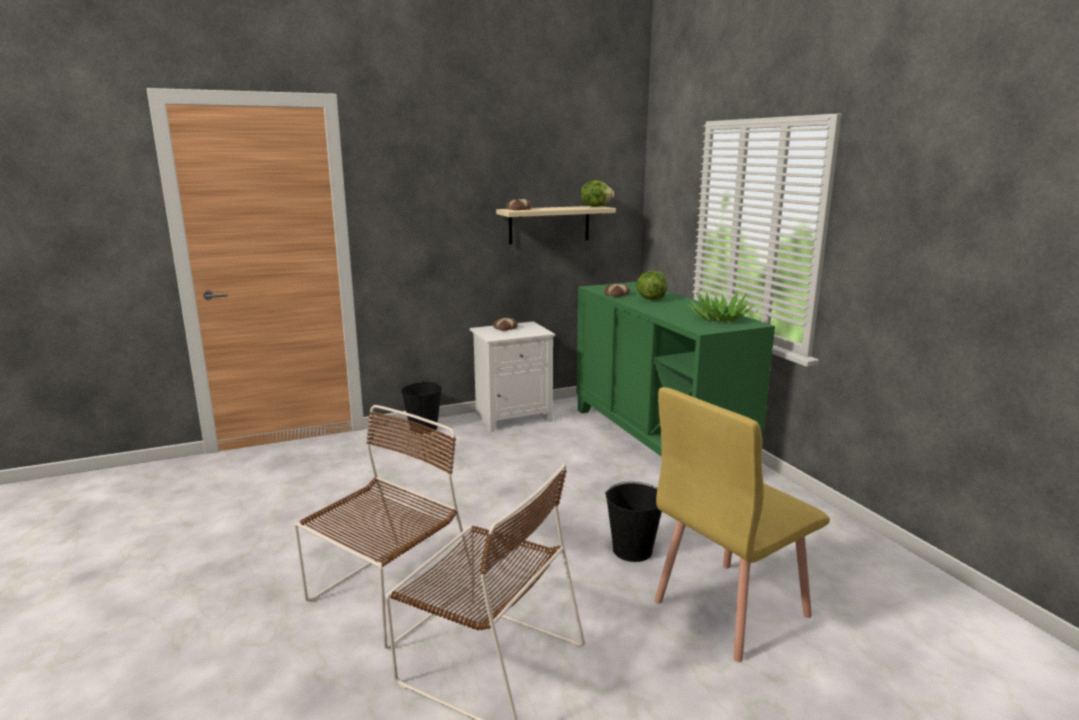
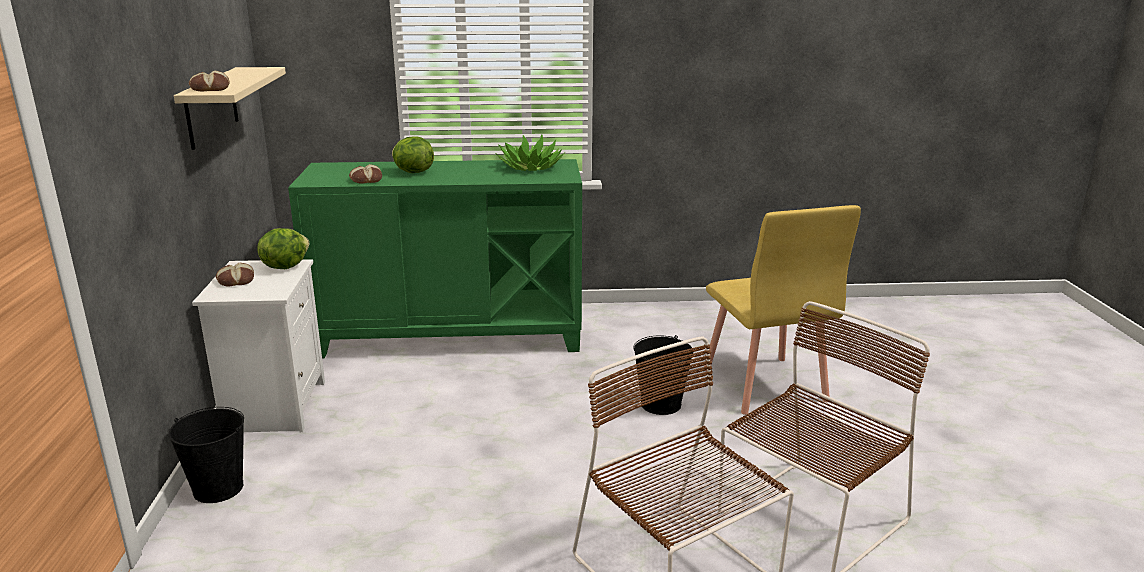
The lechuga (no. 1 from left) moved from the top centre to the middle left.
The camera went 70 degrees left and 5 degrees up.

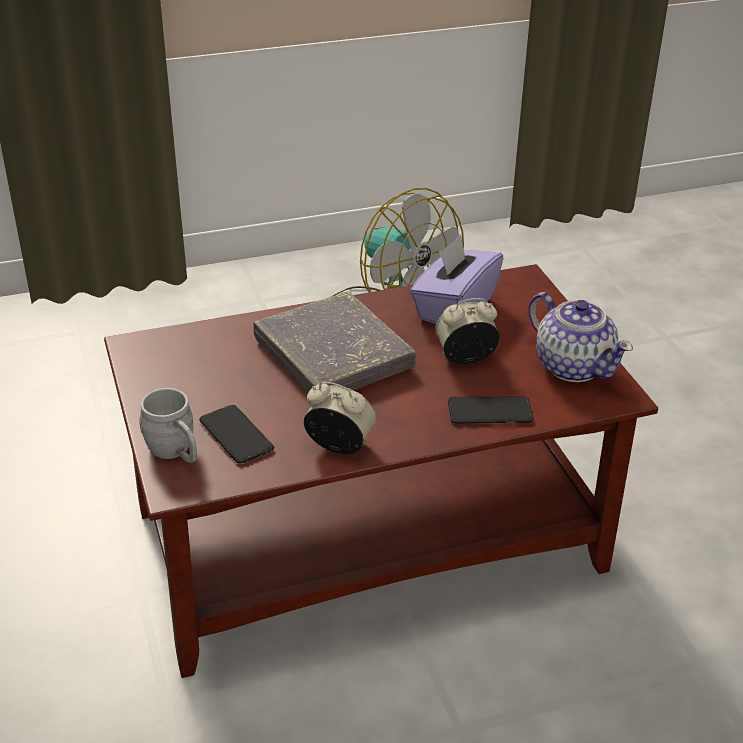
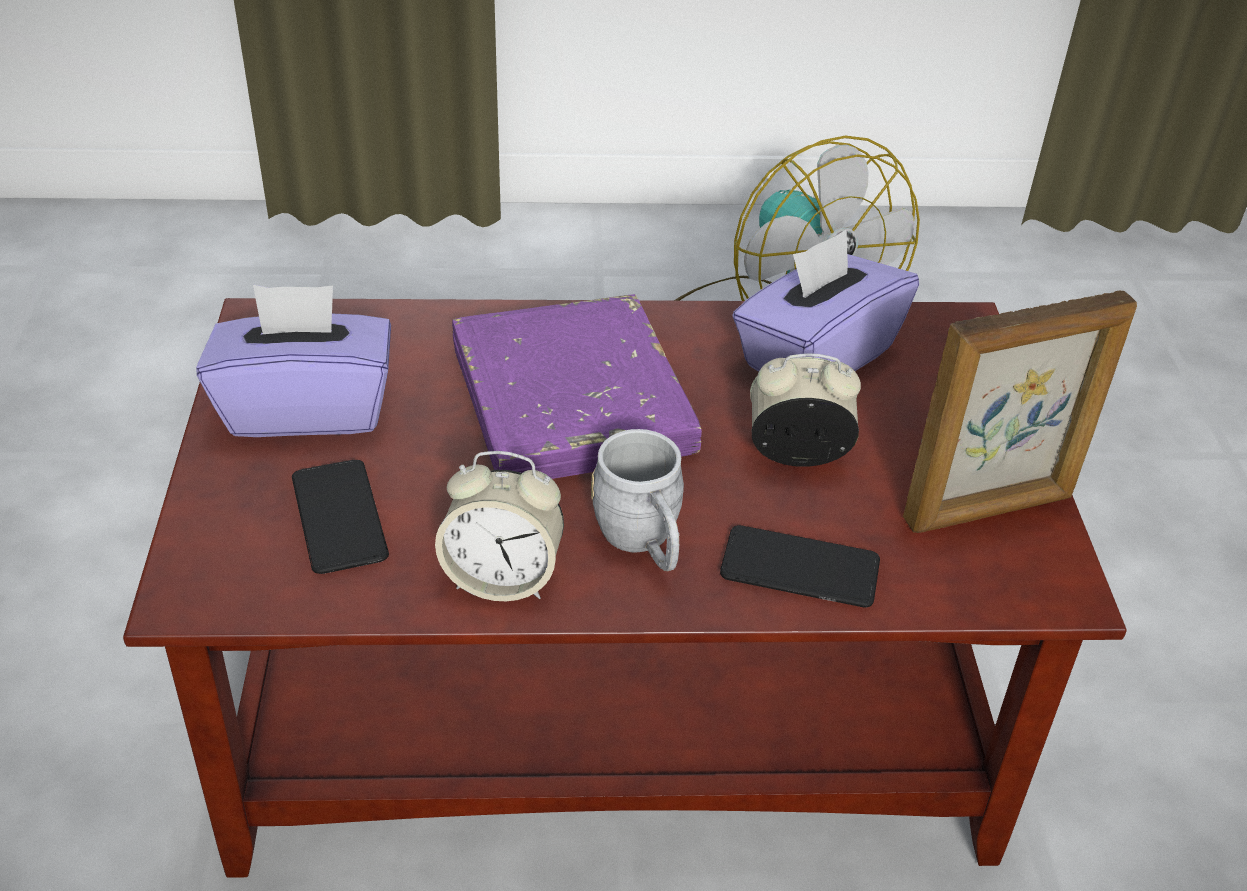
The taza grande [gris] moved from the middle left to the centre.
The libro [gris] at the centre became the libro [morado] at the centre.
The despertador (no. 1 from left) at the centre turned 150 degrees clockwise.
The tetera at the middle right was replaced by the portarretratos at the middle right.
The caja de pañuelos [morado] (no. 1 from left) at the middle left appeared.
The camera went 15 degrees right and 5 degrees up.

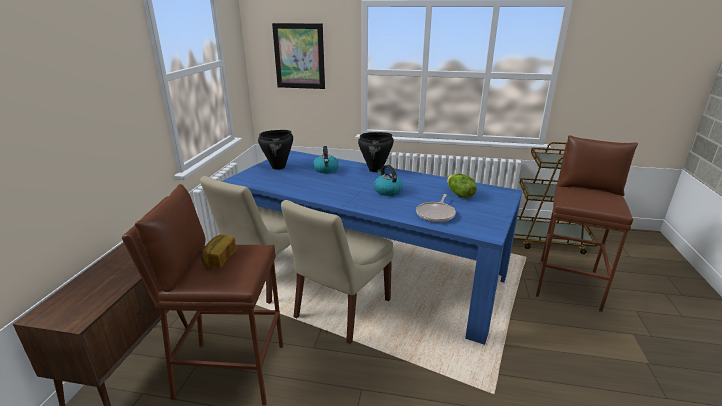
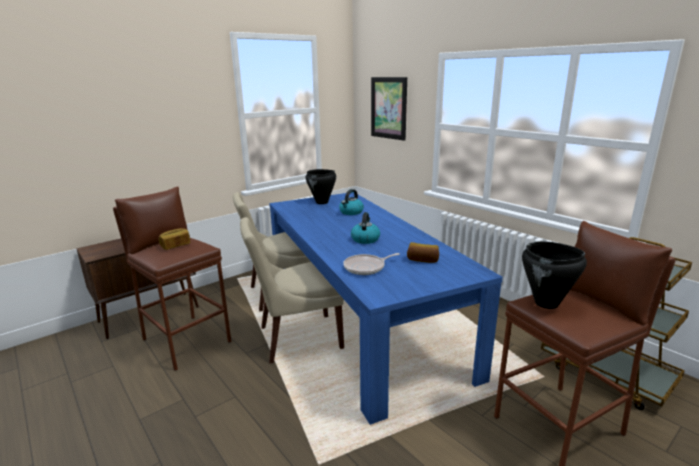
The olla [negro] (no. 2 from left) moved from the centre to the middle right.
The lechuga at the centre was replaced by the pan (no. 2 from left) at the centre.
The camera went 40 degrees right and 5 degrees down.

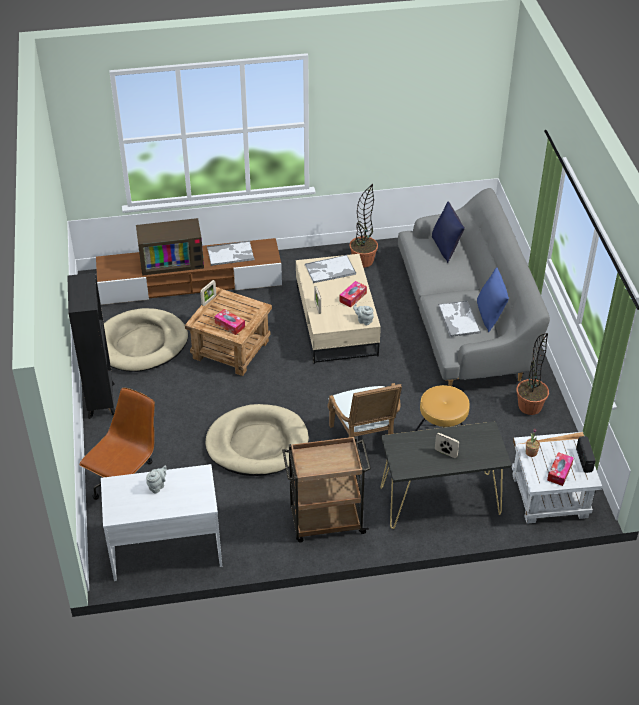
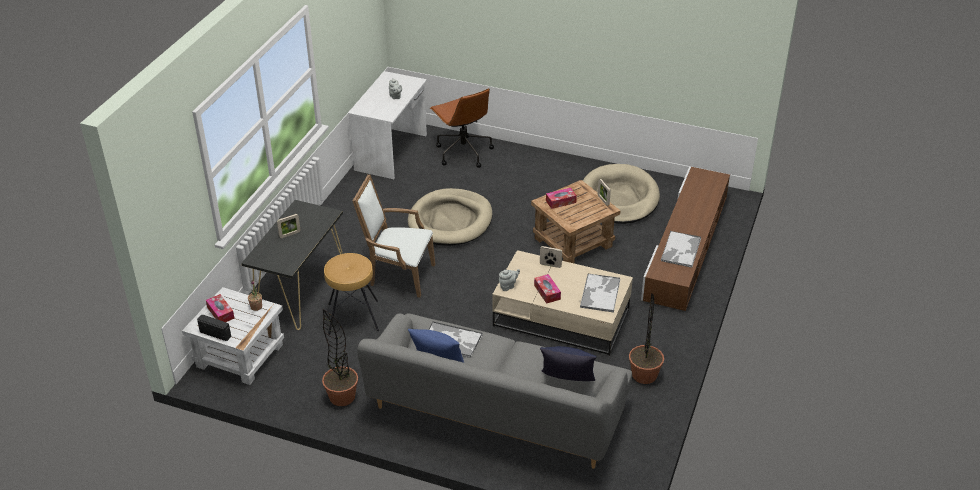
The estantería [negro] at the middle left disappeared.
The televisor at the middle left disappeared.
The carrito [marrón] at the bottom centre disappeared.
The camera went 120 degrees right and 5 degrees down.

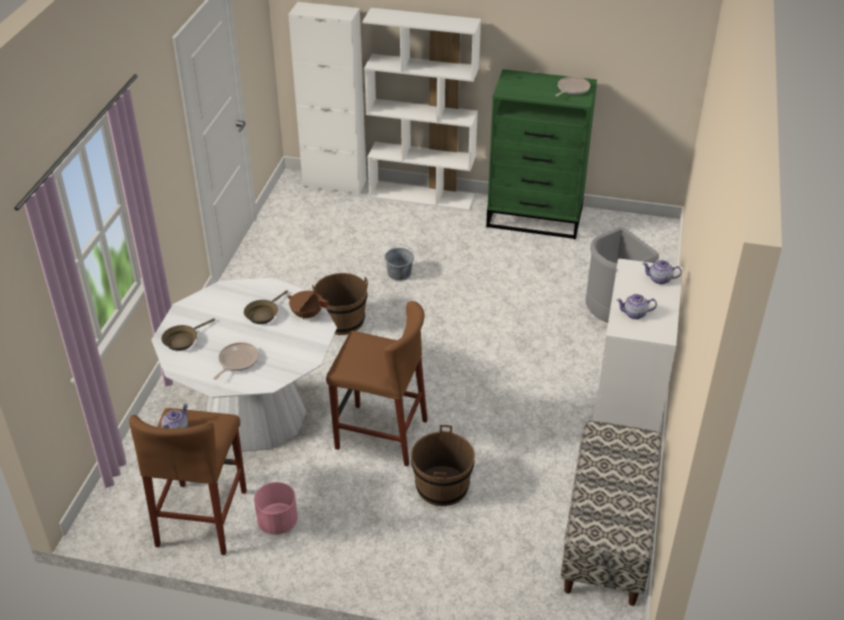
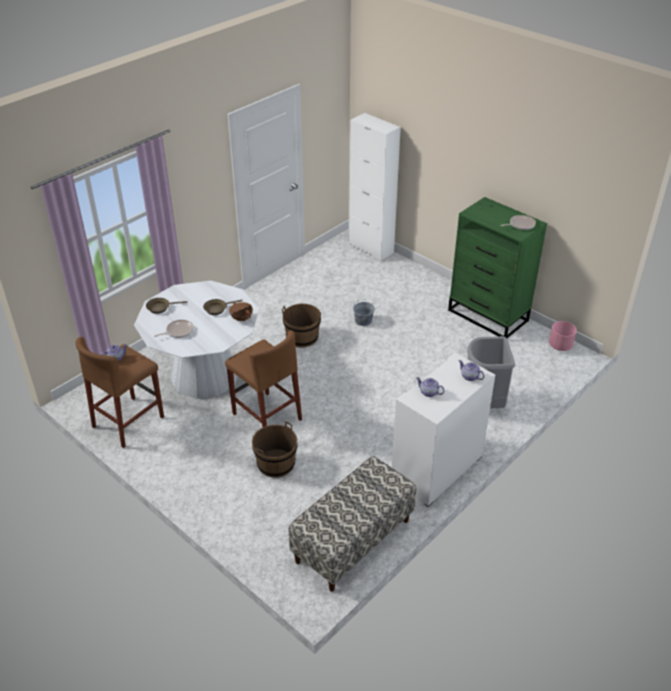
The maceta [rosa] moved from the bottom left to the middle right.
The estantería [blanco] at the top centre disappeared.
The camera went 30 degrees right and 0 degrees up.

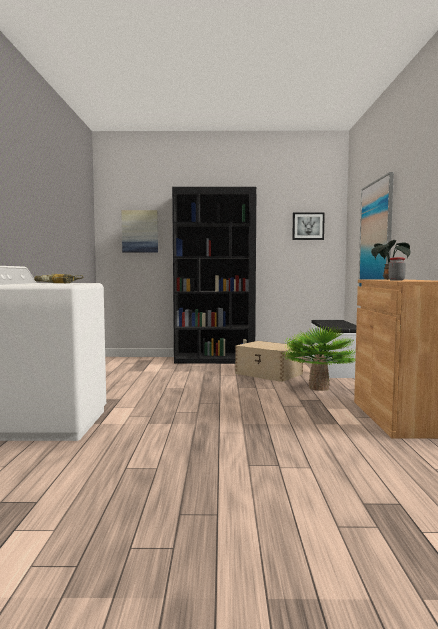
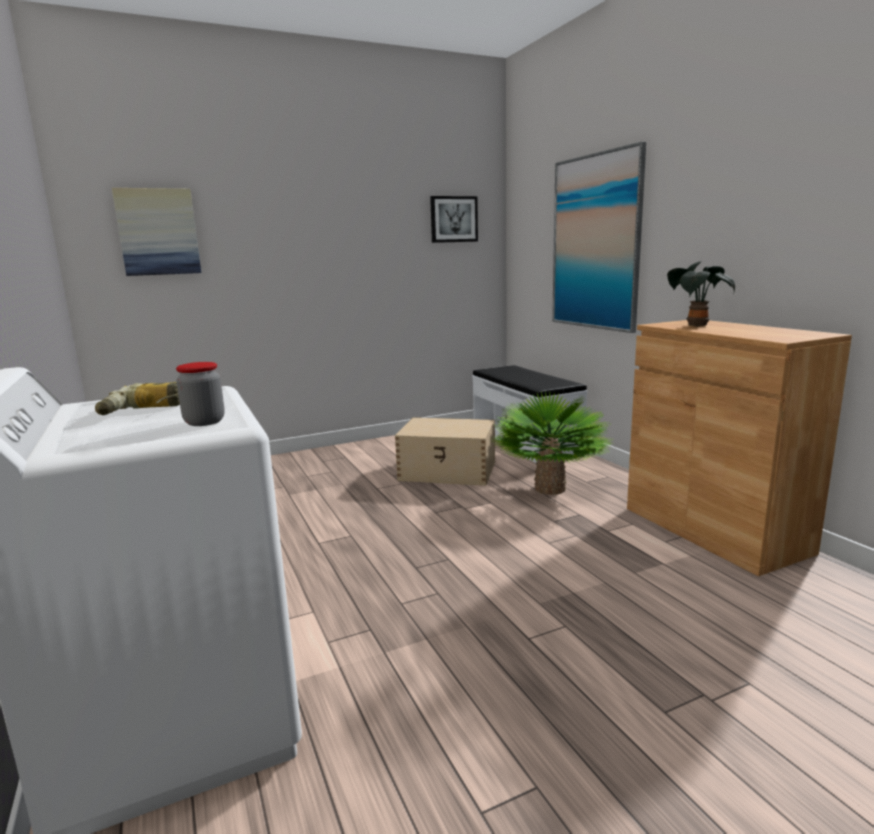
The estantería [negro] at the centre disappeared.
The tarro moved from the middle right to the middle left.
The camera went 25 degrees left and 10 degrees up.

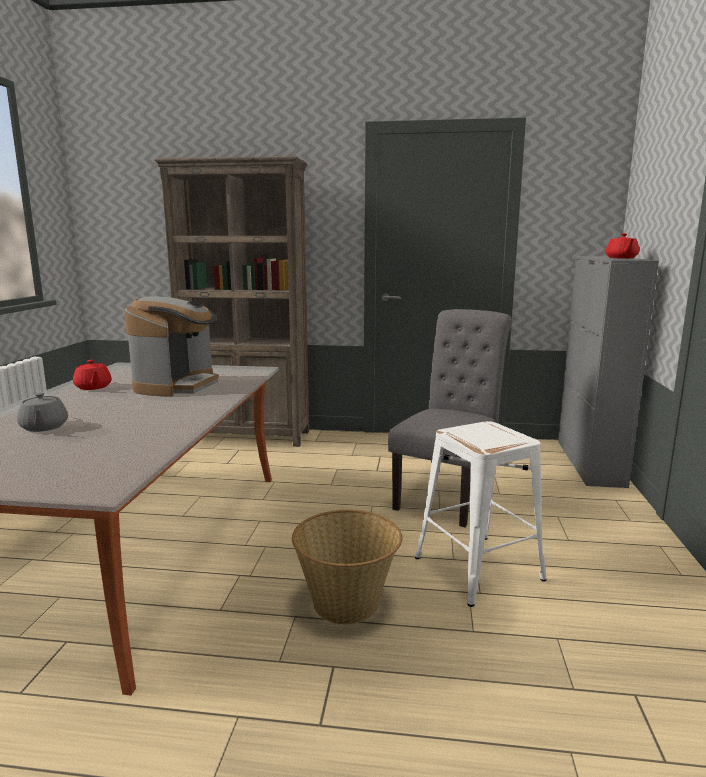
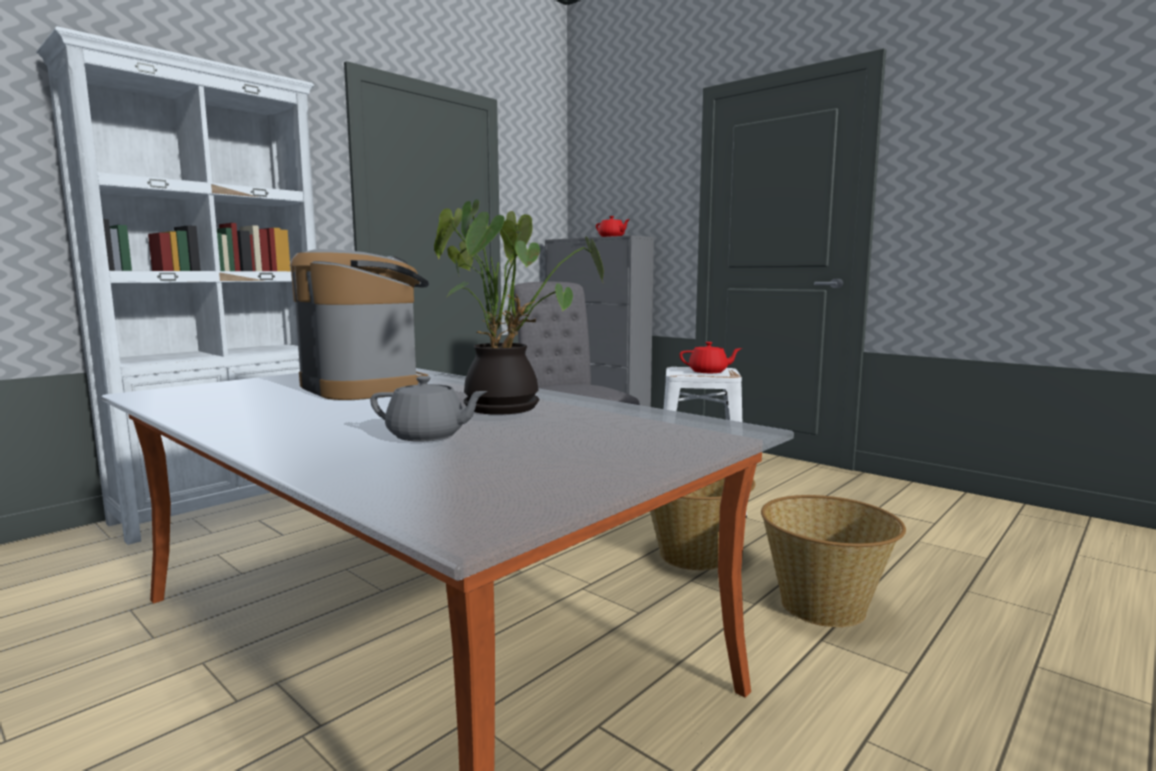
The tetera [rojo] (no. 1 from left in the first image) moved from the middle left to the centre.
The estantería [marrón] at the middle left became the estantería [blanco] at the middle left.
The planta en maceta at the centre appeared.
The cesta (no. 2 from left) at the bottom right appeared.
The camera went 55 degrees left and 5 degrees down.

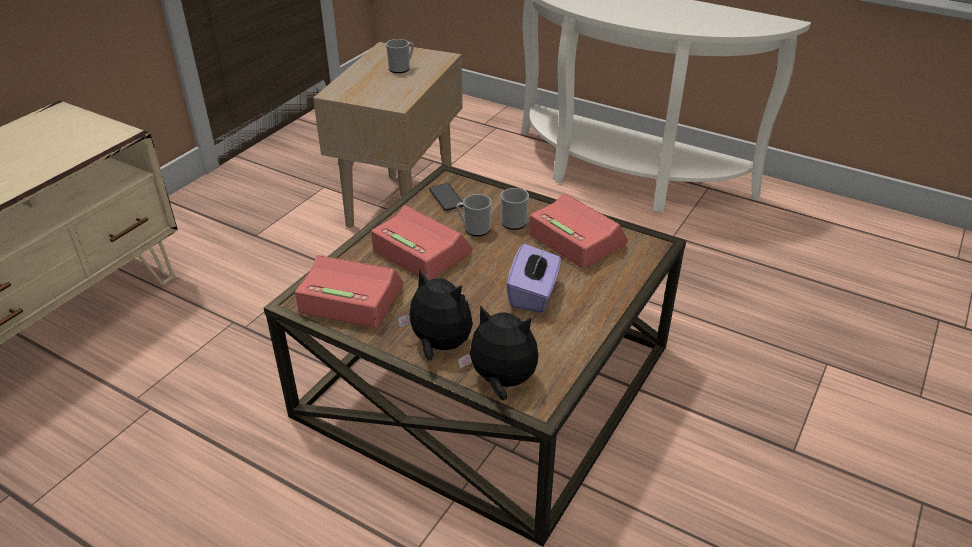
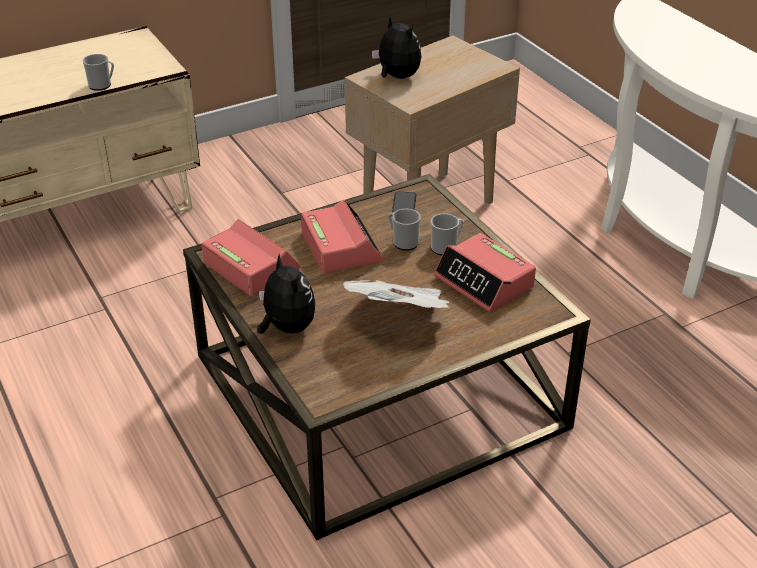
The taza grande (no. 1 from left) moved from the top centre to the top left.
The peluche (no. 2 from left) moved from the centre to the top centre.
The caja de pañuelos [morado] at the centre was replaced by the periódico at the centre.
The despertador (no. 3 from left) at the centre turned 150 degrees clockwise.
The camera went 30 degrees right and 0 degrees up.

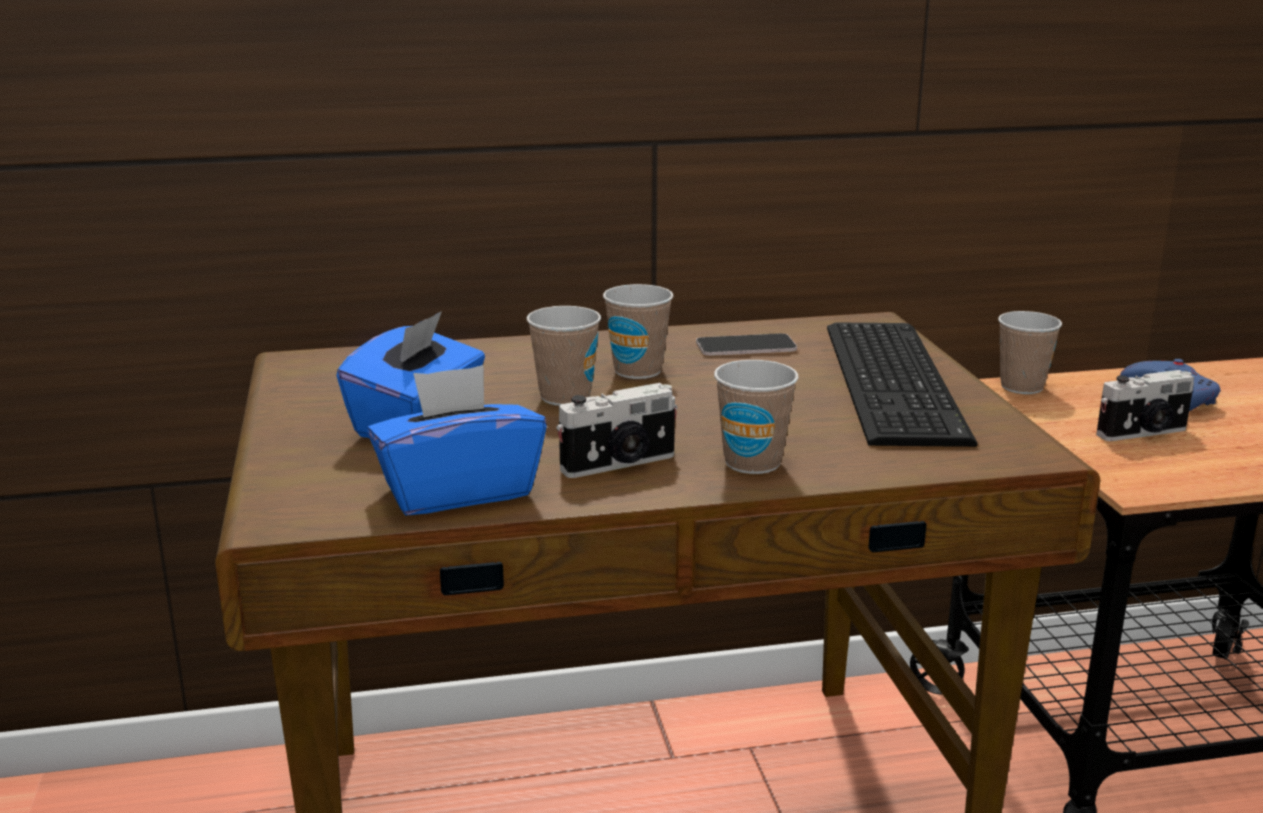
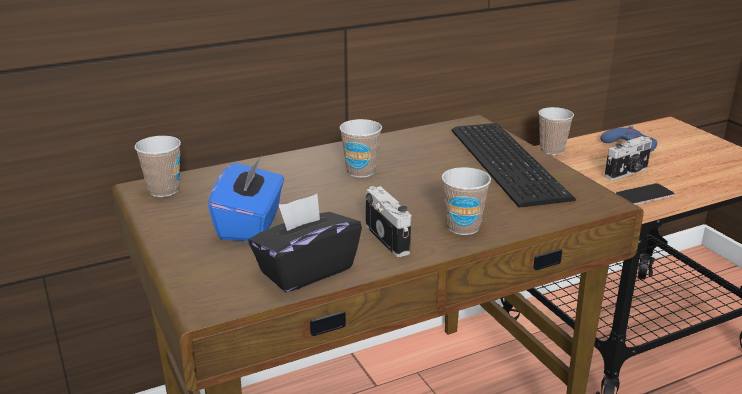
The caja de pañuelos [azul] (no. 2 from left) at the centre became the caja de pañuelos [negro] at the centre.
The taza (no. 1 from left) moved from the centre to the middle left.
The cámara (no. 1 from left) at the centre turned 75 degrees counterclockwise.
The móvil moved from the centre to the middle right.
The camera went 15 degrees left and 5 degrees up.

